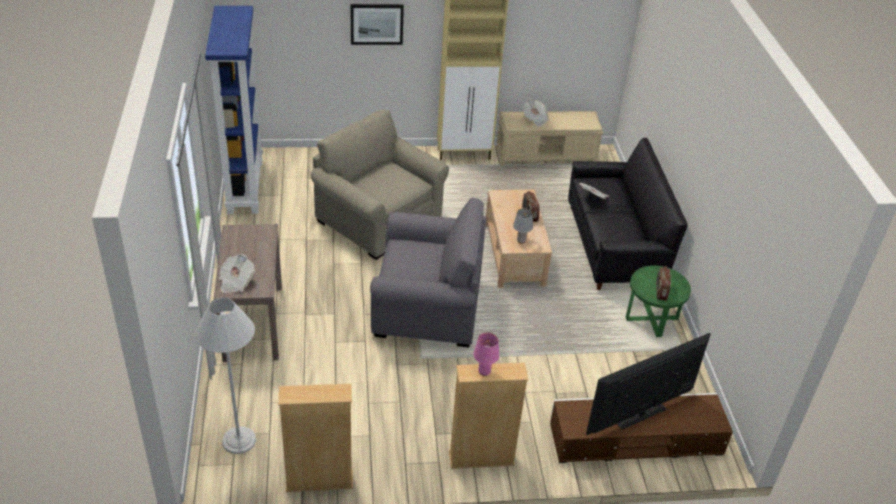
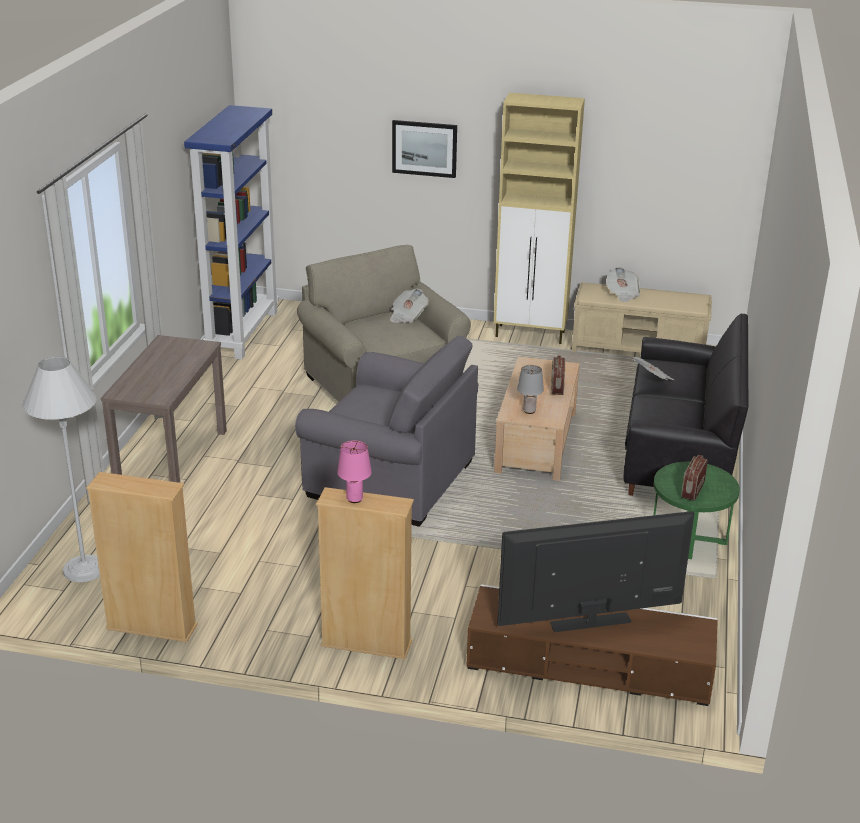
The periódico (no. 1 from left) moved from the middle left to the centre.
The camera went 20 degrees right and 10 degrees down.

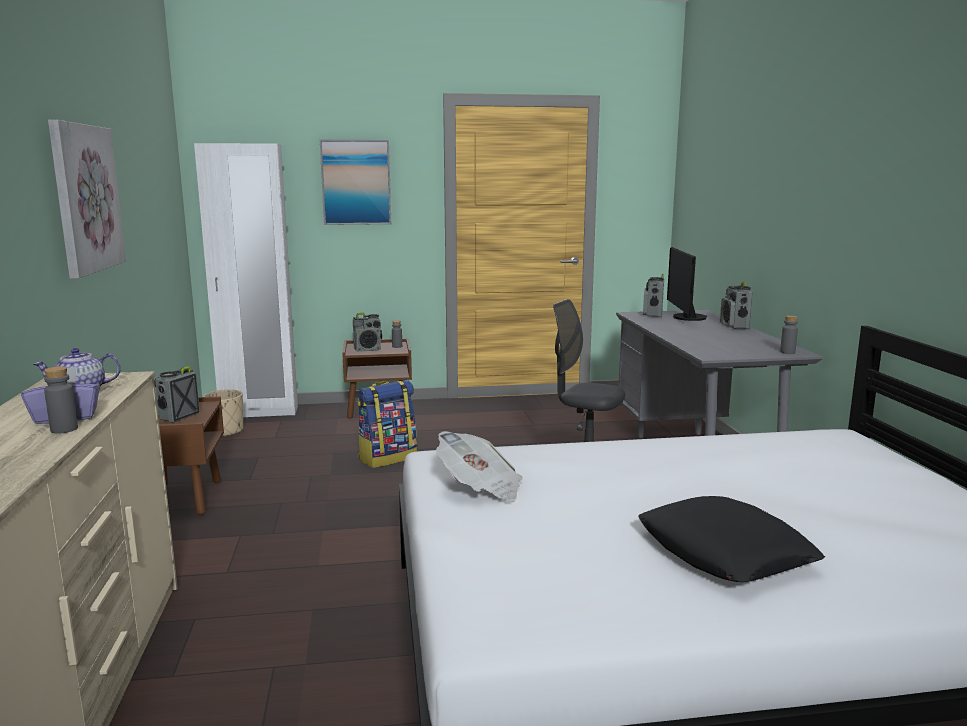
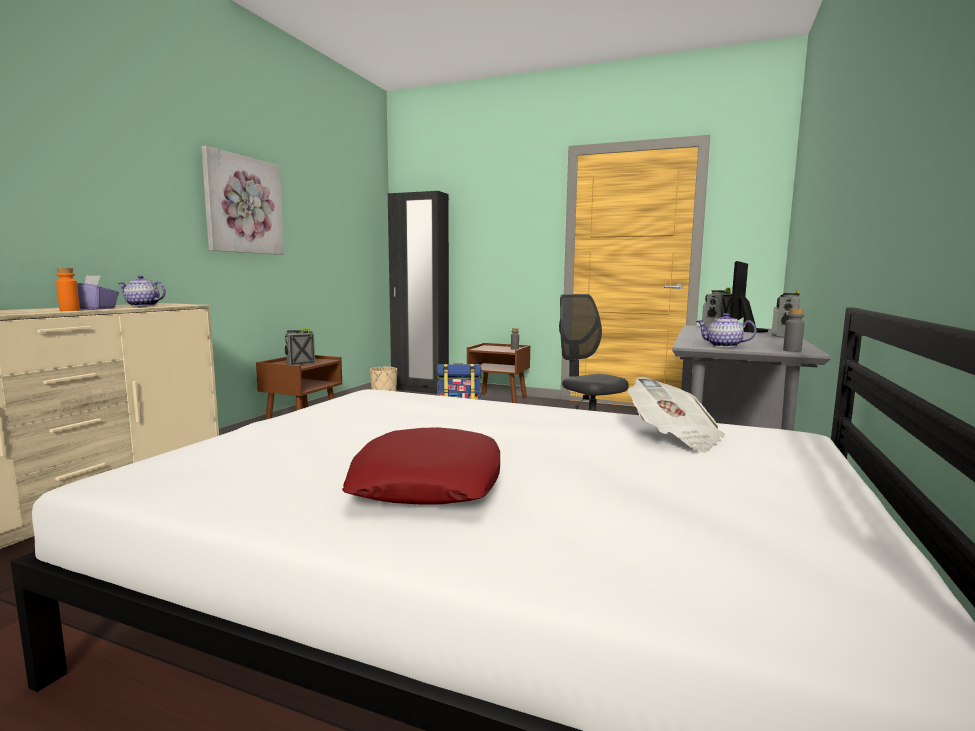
The botella [gris] (no. 1 from left) at the middle left became the botella [naranja] at the middle left.
The armario ropero [blanco] at the middle left became the armario ropero [negro] at the centre.
The cuadro (no. 2 from left) at the top centre disappeared.
The radio (no. 2 from left) at the centre disappeared.
The periódico moved from the centre to the middle right.
The cojín [negro] at the bottom right became the cojín [rojo] at the centre.
The tetera (no. 2 from left) at the middle right appeared.
The camera went 30 degrees right and 5 degrees down.

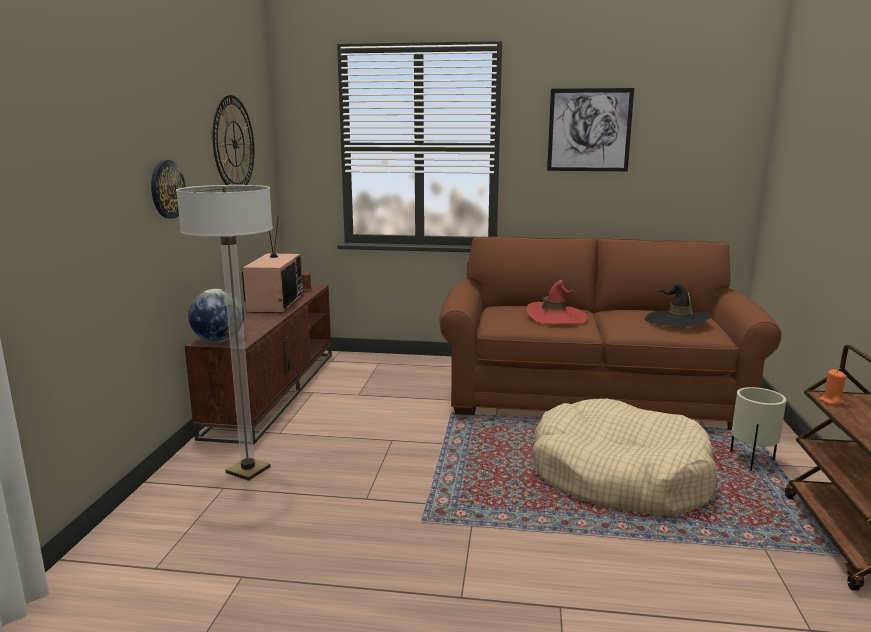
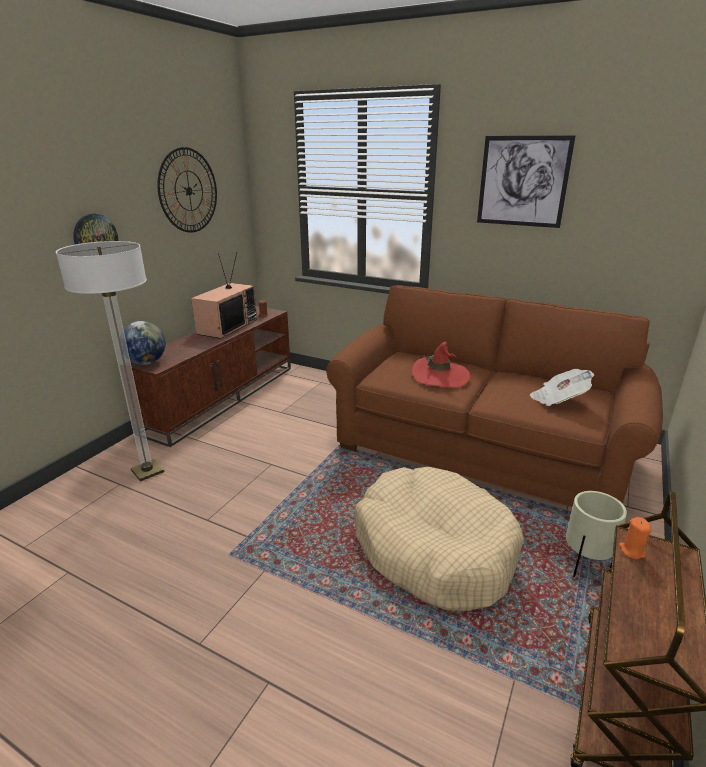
The sombrero [negro] at the middle right was replaced by the periódico at the middle right.
The camera went 20 degrees right and 10 degrees up.

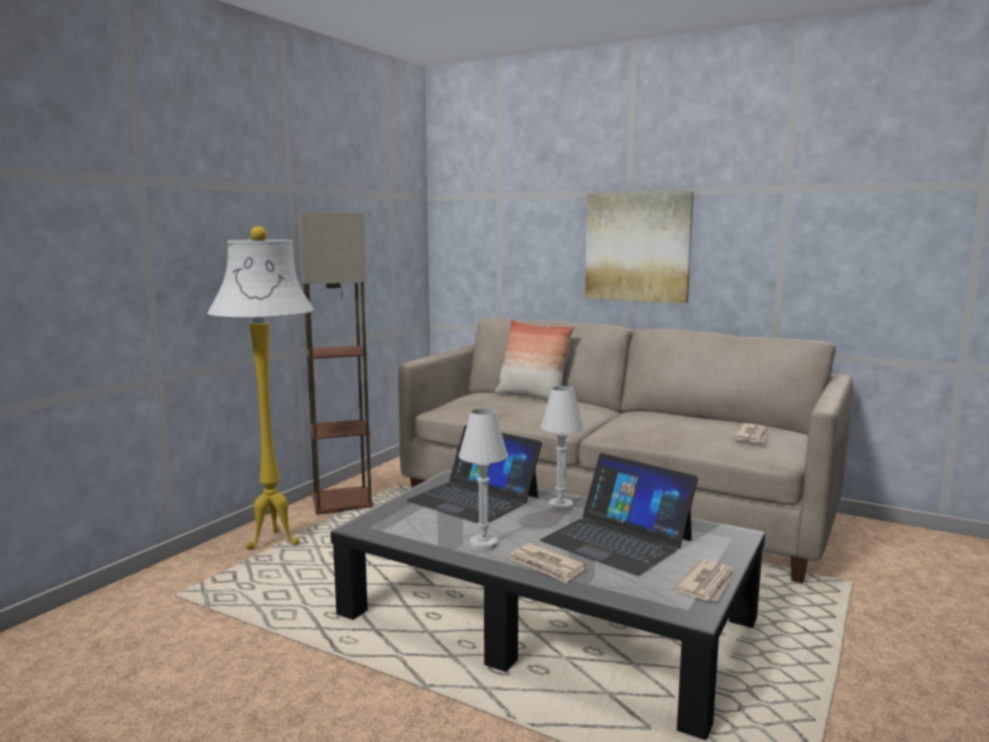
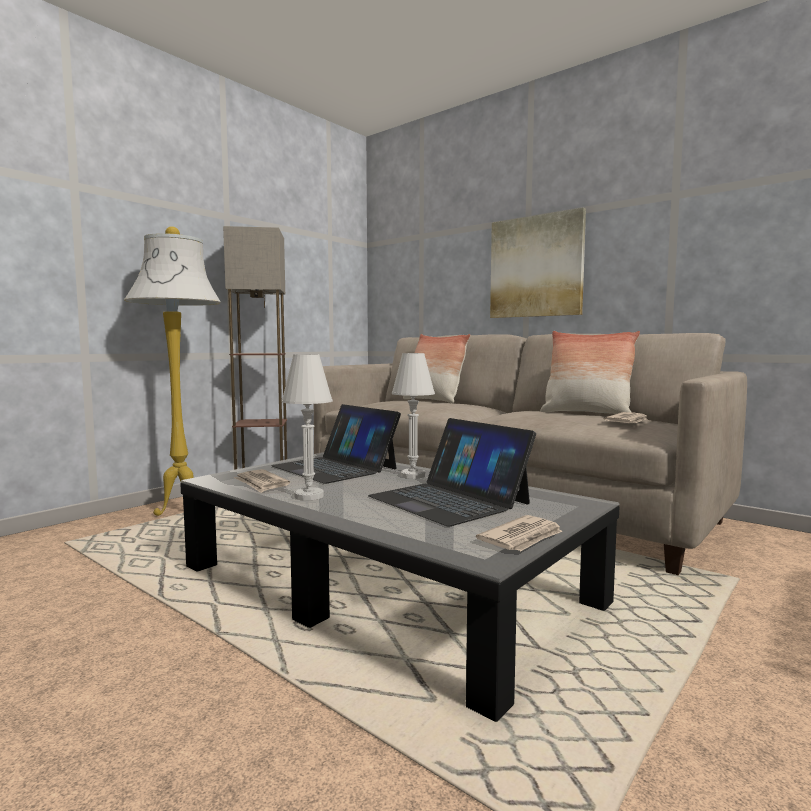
The periódico (no. 1 from left) moved from the bottom centre to the middle left.
The cojín (no. 2 from left) at the middle right appeared.
The camera went 10 degrees right and 5 degrees down.

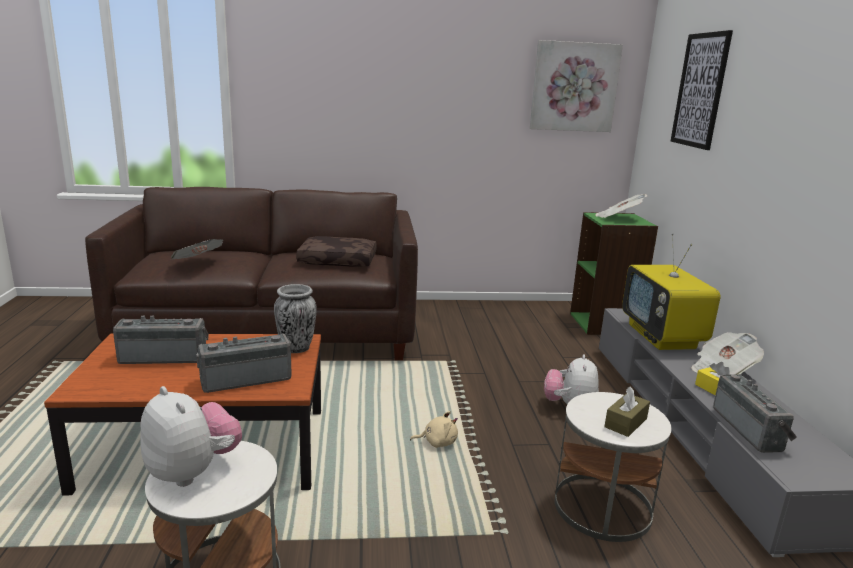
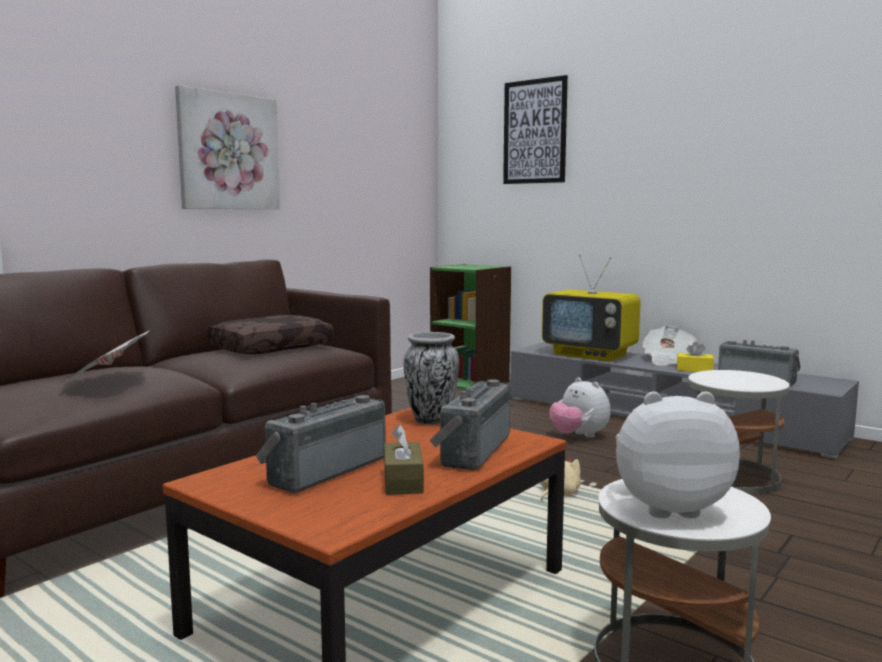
The cuadro (no. 1 from left) moved from the top right to the top left.
The periódico (no. 2 from left) at the middle right disappeared.
The caja de pañuelos [marrón] moved from the bottom right to the bottom centre.
The camera went 45 degrees left and 10 degrees down.

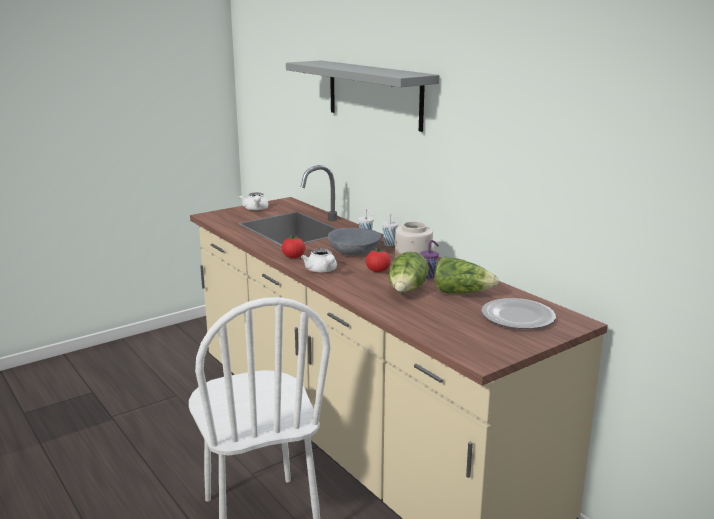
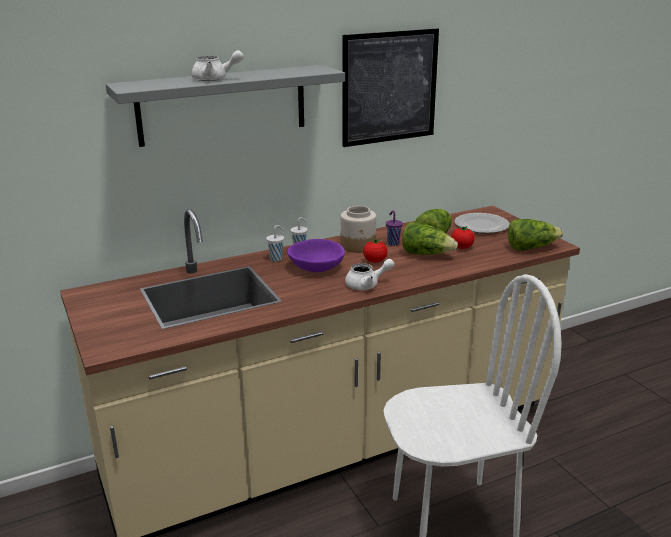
The tetera [blanco] (no. 1 from left) moved from the centre to the top left.
The tomate (no. 1 from left in the first image) moved from the centre to the middle right.
The cuenco [gris] at the centre became the cuenco [morado] at the centre.
The cuadro at the top centre appeared.
The lechuga (no. 3 from left) at the middle right appeared.
The camera went 80 degrees left and 5 degrees up.

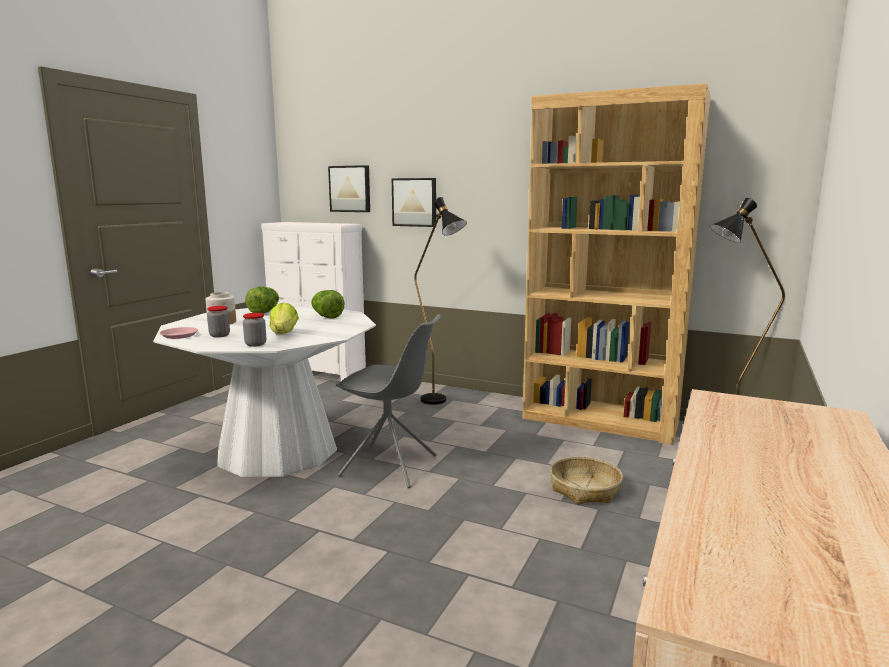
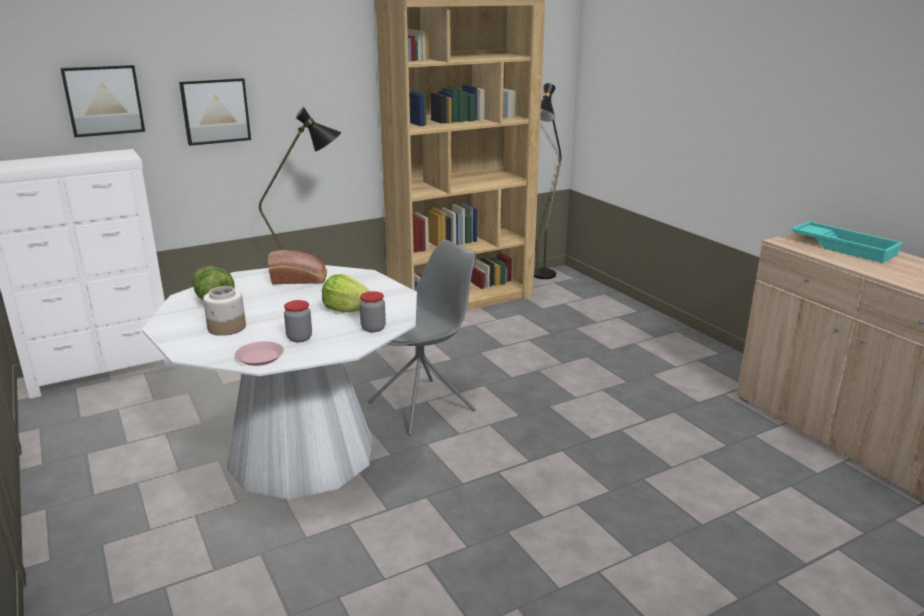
The lechuga (no. 3 from left) at the centre was replaced by the pan at the middle left.
The cesta at the bottom centre disappeared.
The bandeja [turquesa] at the middle right appeared.
The camera went 55 degrees left and 10 degrees up.

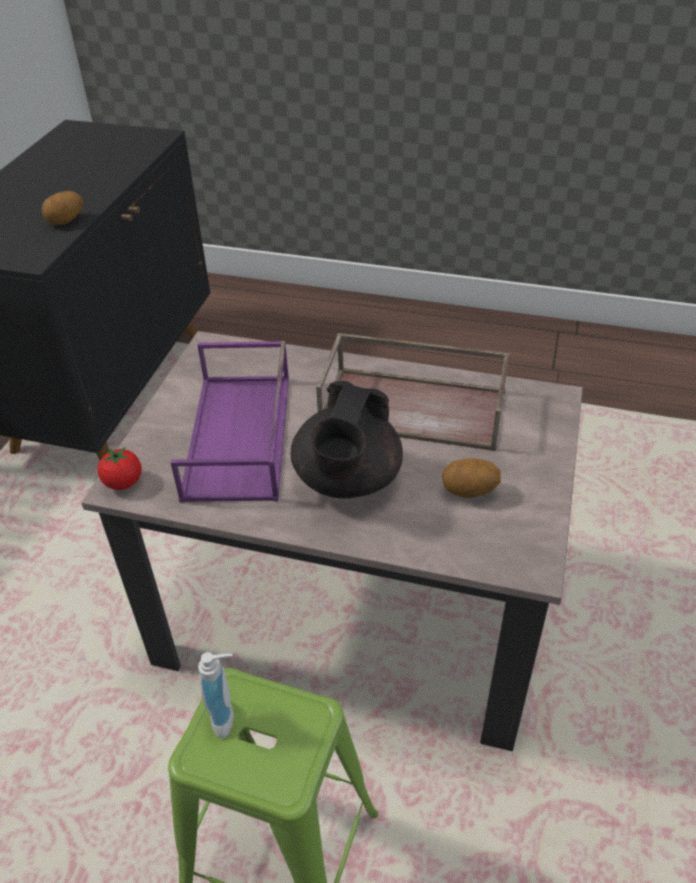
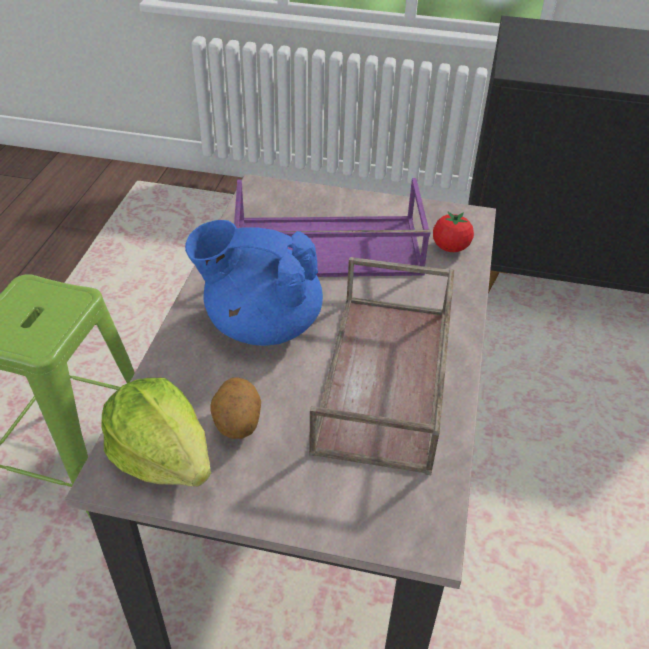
The patata (no. 1 from left) at the top left disappeared.
The tomate moved from the middle left to the middle right.
The dispensador de jabón at the bottom left disappeared.
The tetera [negro] at the centre became the tetera [azul] at the centre.
The lechuga at the middle left appeared.
The camera went 85 degrees right and 0 degrees up.

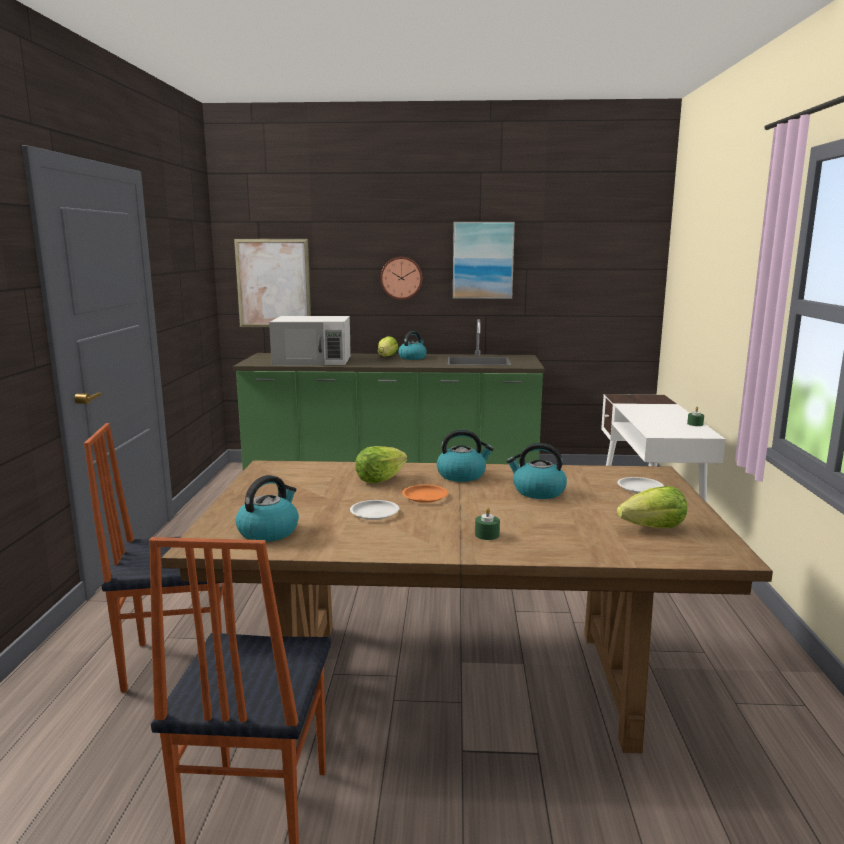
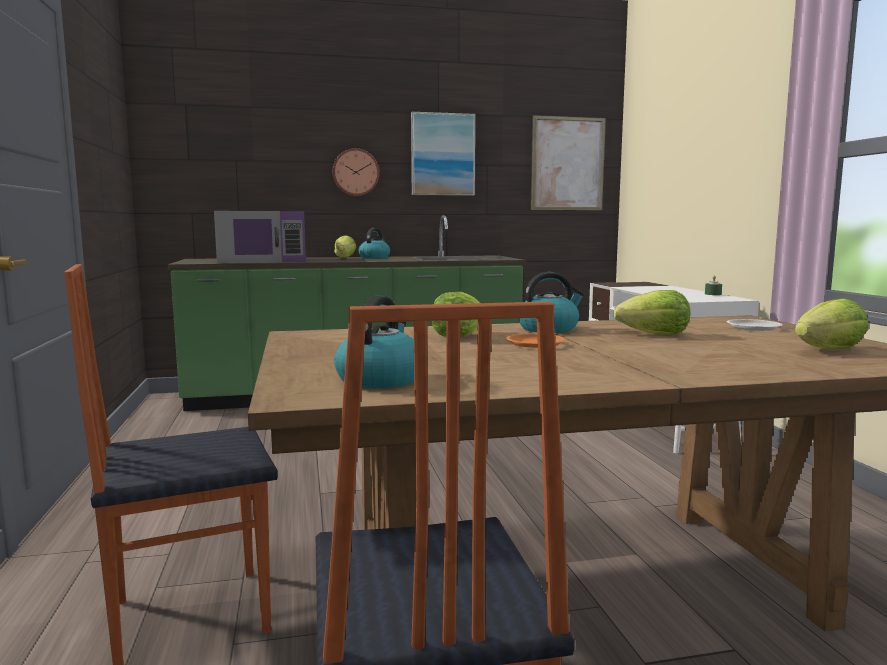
The cuadro (no. 1 from left in the first image) moved from the middle left to the top centre.
The microondas [blanco] at the centre became the microondas [morado] at the middle left.
The plato [blanco] (no. 1 from left) at the centre disappeared.
The vela [verde] (no. 1 from left) at the centre disappeared.
The hervidor (no. 4 from left) at the centre was replaced by the lechuga (no. 3 from left) at the middle right.
The camera went 15 degrees left and 5 degrees down.

